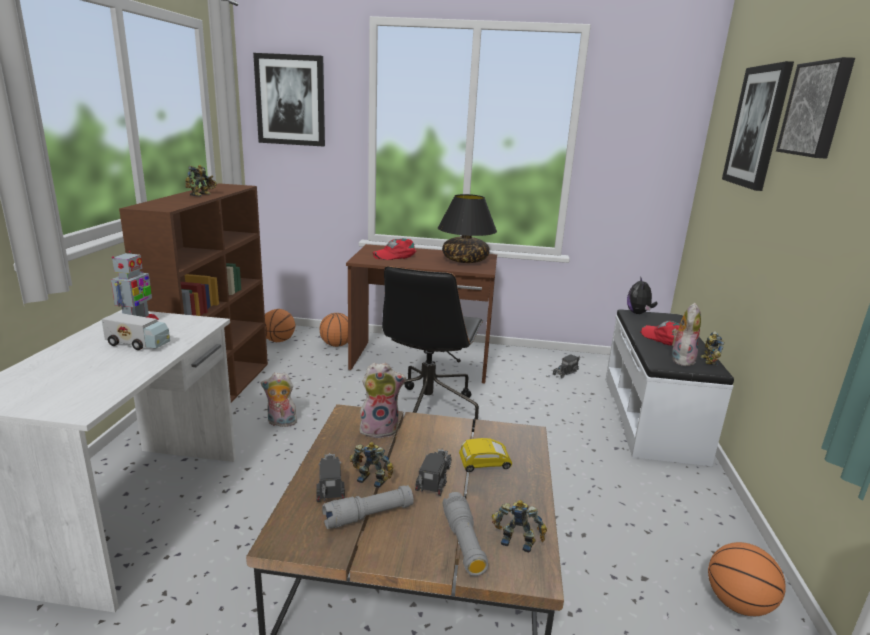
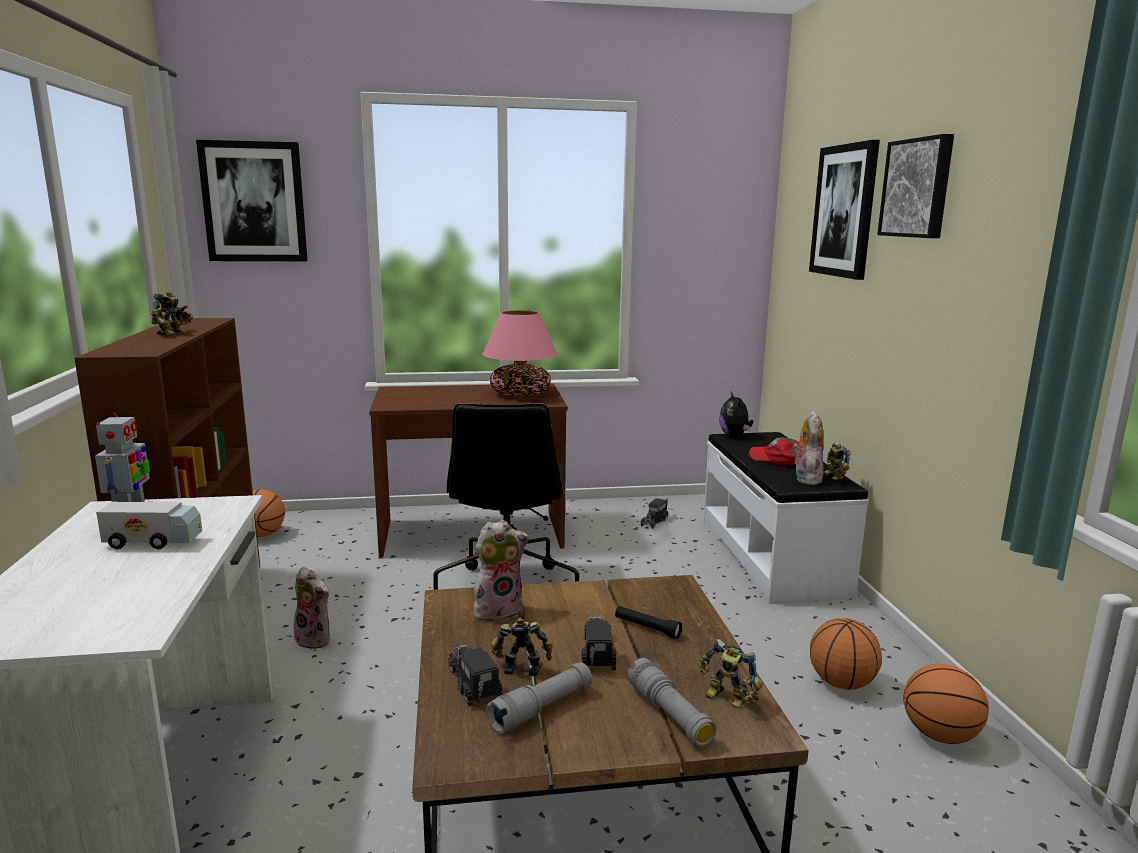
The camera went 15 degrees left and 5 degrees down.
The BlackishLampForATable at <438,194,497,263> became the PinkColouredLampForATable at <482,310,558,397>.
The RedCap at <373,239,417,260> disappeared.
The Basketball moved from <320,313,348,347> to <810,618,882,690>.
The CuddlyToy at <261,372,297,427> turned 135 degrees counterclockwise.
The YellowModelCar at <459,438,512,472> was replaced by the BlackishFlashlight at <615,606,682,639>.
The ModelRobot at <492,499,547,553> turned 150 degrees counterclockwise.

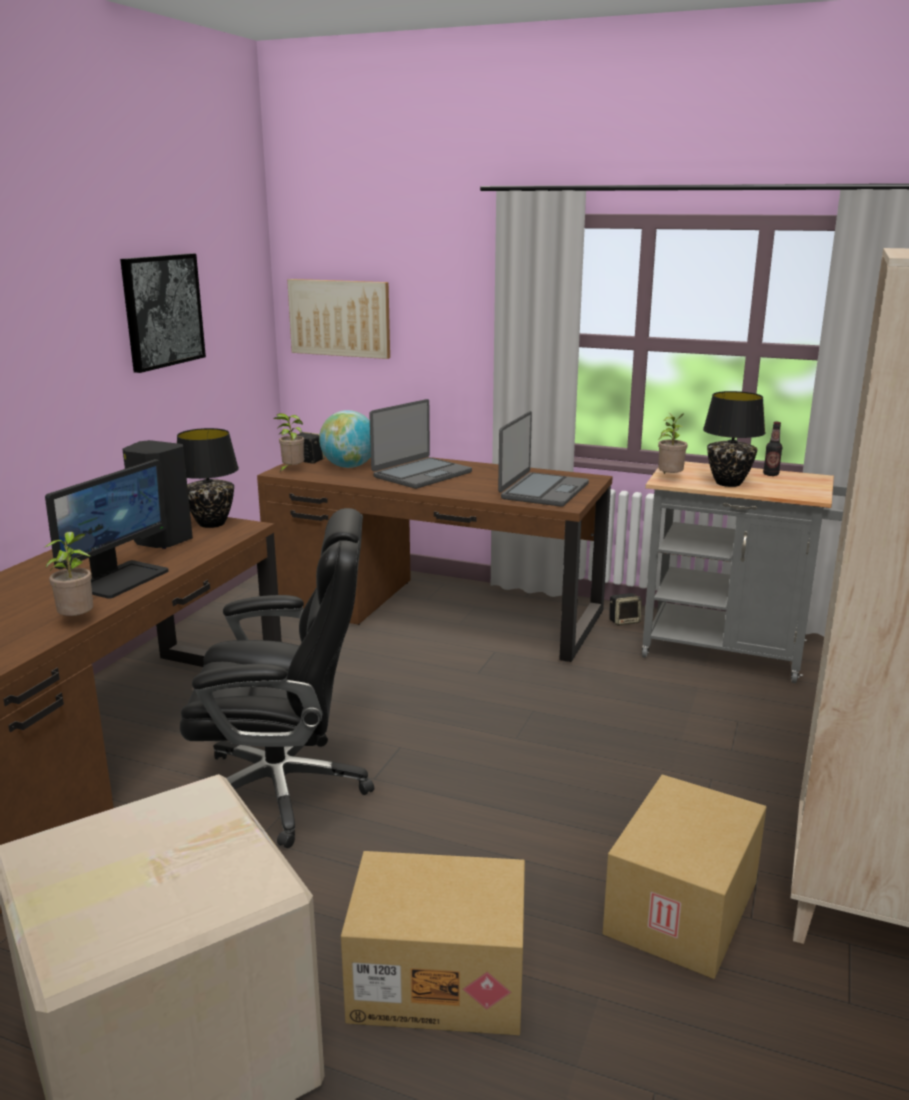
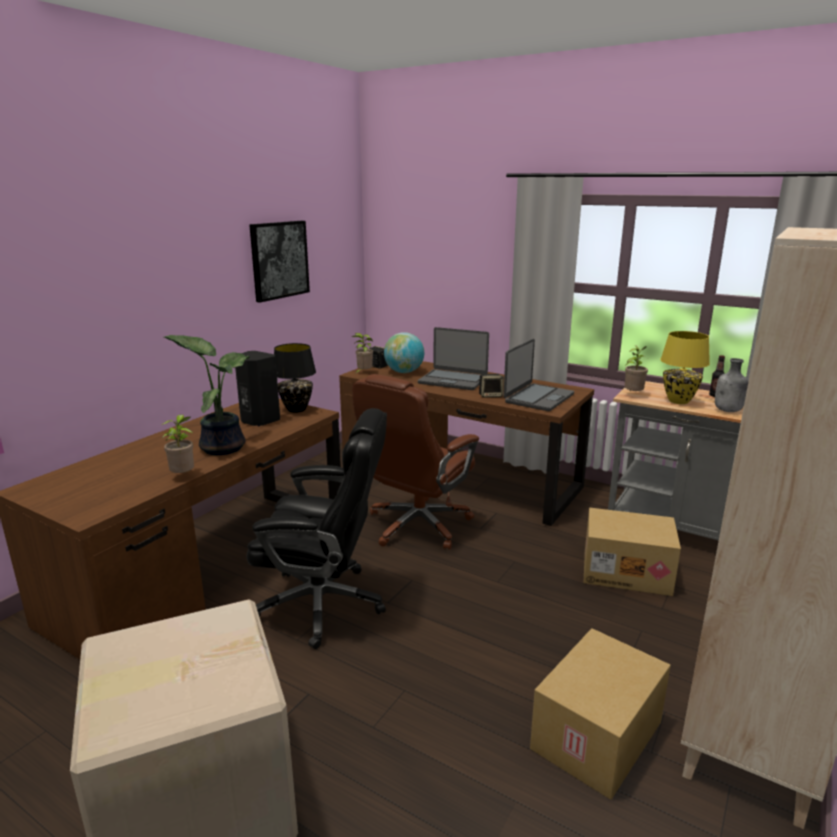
The camera went 10 degrees right and 0 degrees up.
The Picture at <287,279,390,359> disappeared.
The BlackishLampForATable at <703,391,765,487> became the YellowLampForATable at <660,331,710,404>.
The PortableComputer at <369,399,472,489> turned 60 degrees clockwise.
The Monitor at <45,459,169,599> was replaced by the Houseplant at <164,335,249,455>.
The Loudspeaker moved from <609,593,642,626> to <479,374,504,398>.
The PackingBox moved from <341,851,525,1036> to <583,508,681,596>.
The GrayDrinkBottle at <715,358,748,412> appeared.
The BrownishDeskChair at <353,374,479,550> appeared.

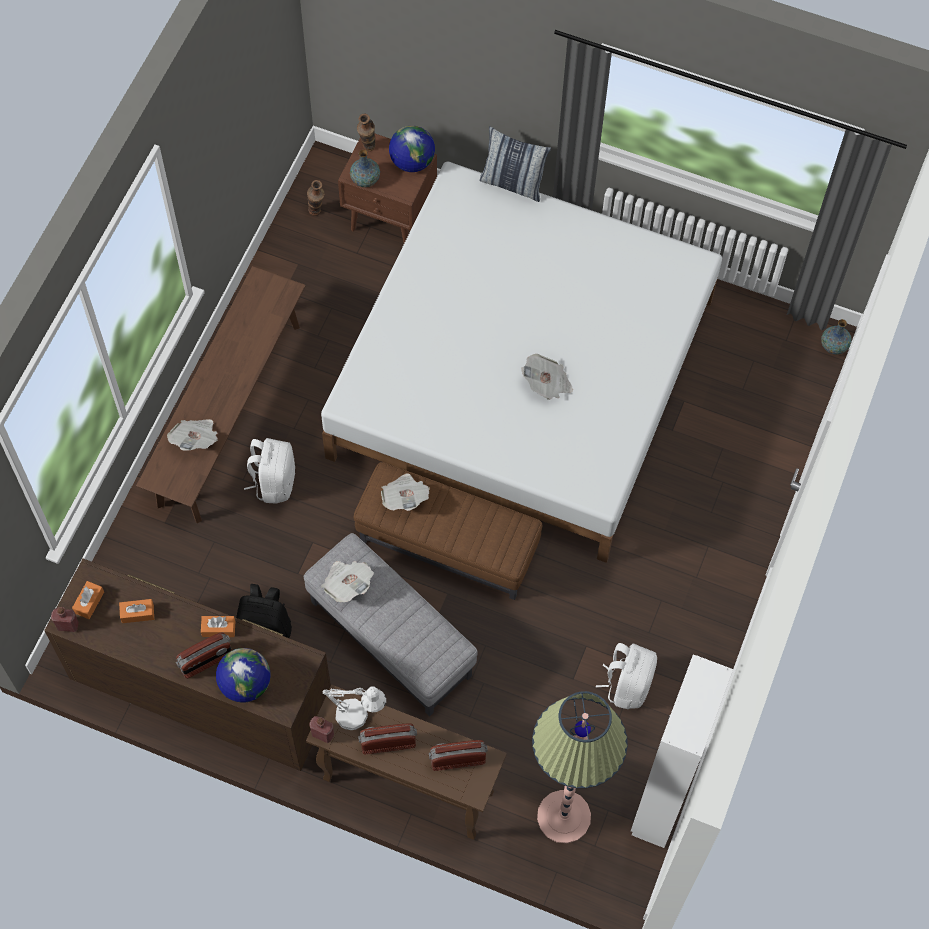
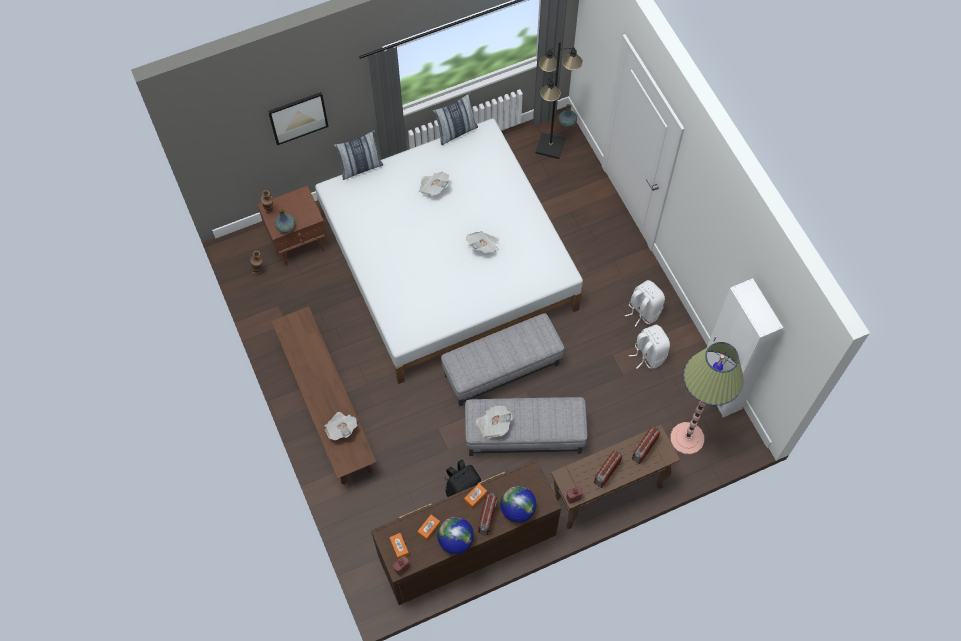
The camera went 45 degrees left and 0 degrees up.
The DeskGlobe moved from <389,126,435,172> to <437,517,474,554>.
The WhiteColouredKnapsack moved from <244,438,295,504> to <625,280,665,327>.
The BrownishPouffe at <354,462,542,600> became the GrayPouffe at <441,313,564,406>.
The PrintedPaper moved from <381,473,430,511> to <419,172,449,196>.
The WhiteColouredLampForATable at <323,687,386,730> disappeared.
The BlackishStandardLamp at <536,41,583,159> appeared.
The Picture at <268,92,329,145> appeared.
The Pillow at <432,93,478,145> appeared.

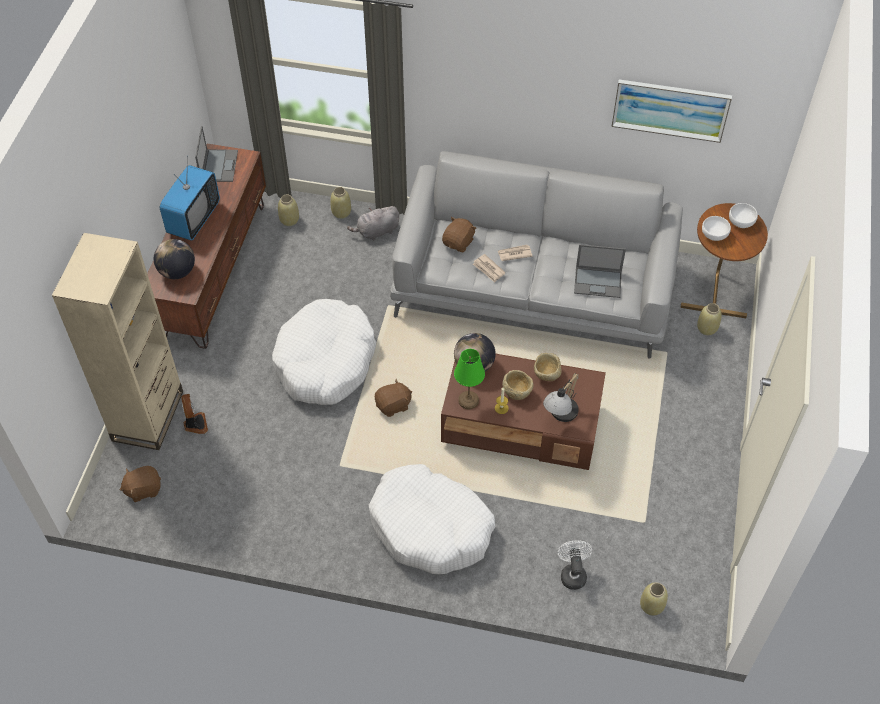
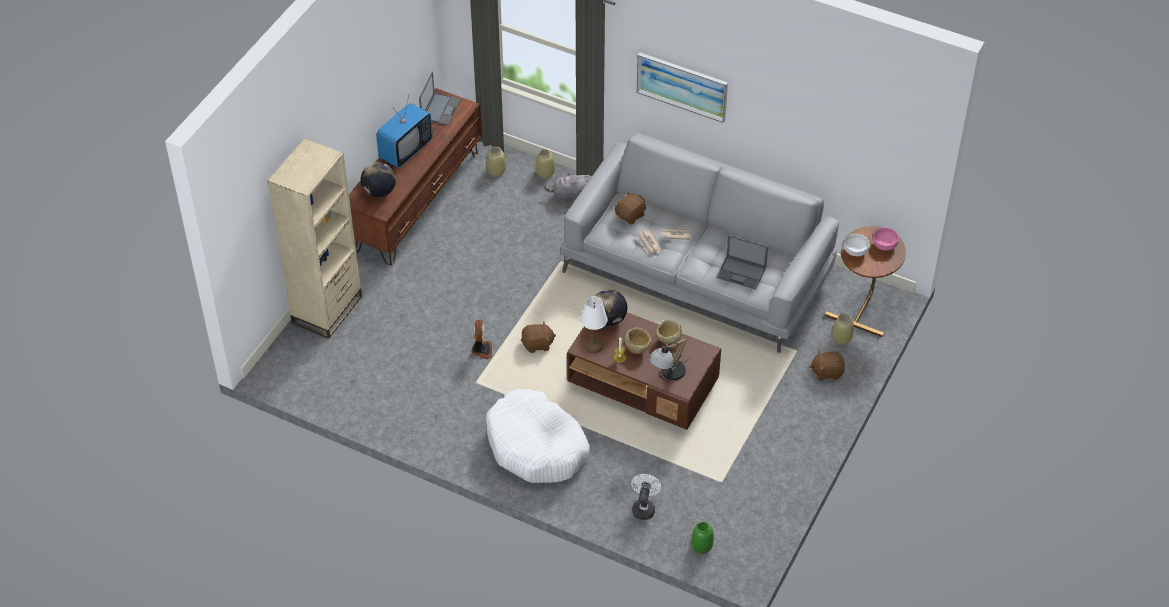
The camera went 15 degrees right and 5 degrees down.
The Picture moved from <611,79,732,143> to <637,52,728,123>.
The WhiteColouredBowl at <729,203,758,228> became the PinkColouredBowl at <873,228,899,251>.
The WhiteColouredDogCushion at <272,299,376,405> disappeared.
The GreenLampForATable at <454,349,485,409> became the WhiteColouredLampForATable at <581,296,608,353>.
The CoolingFan moved from <181,394,208,434> to <472,320,492,359>.
The BrownishCuddlyToy moved from <120,466,161,502> to <809,350,845,380>.
The SandColouredFlowerVase at <640,583,668,616> became the GreenFlowerVase at <691,522,714,554>.

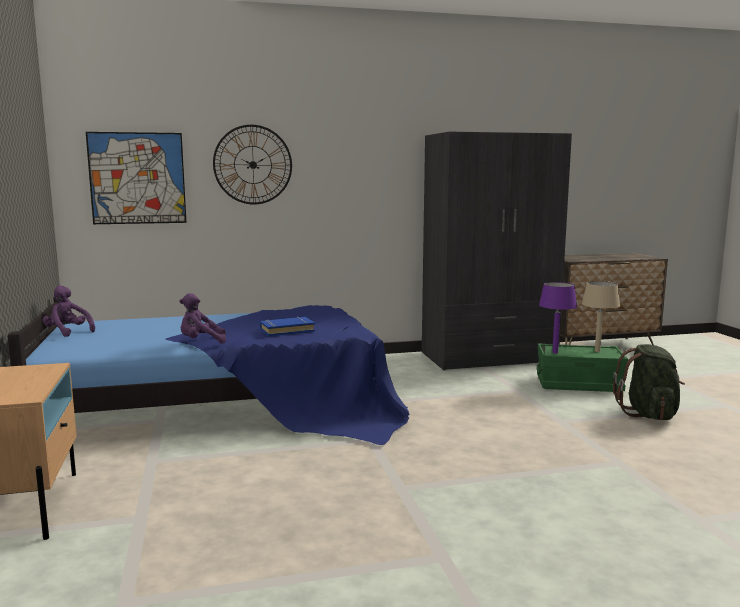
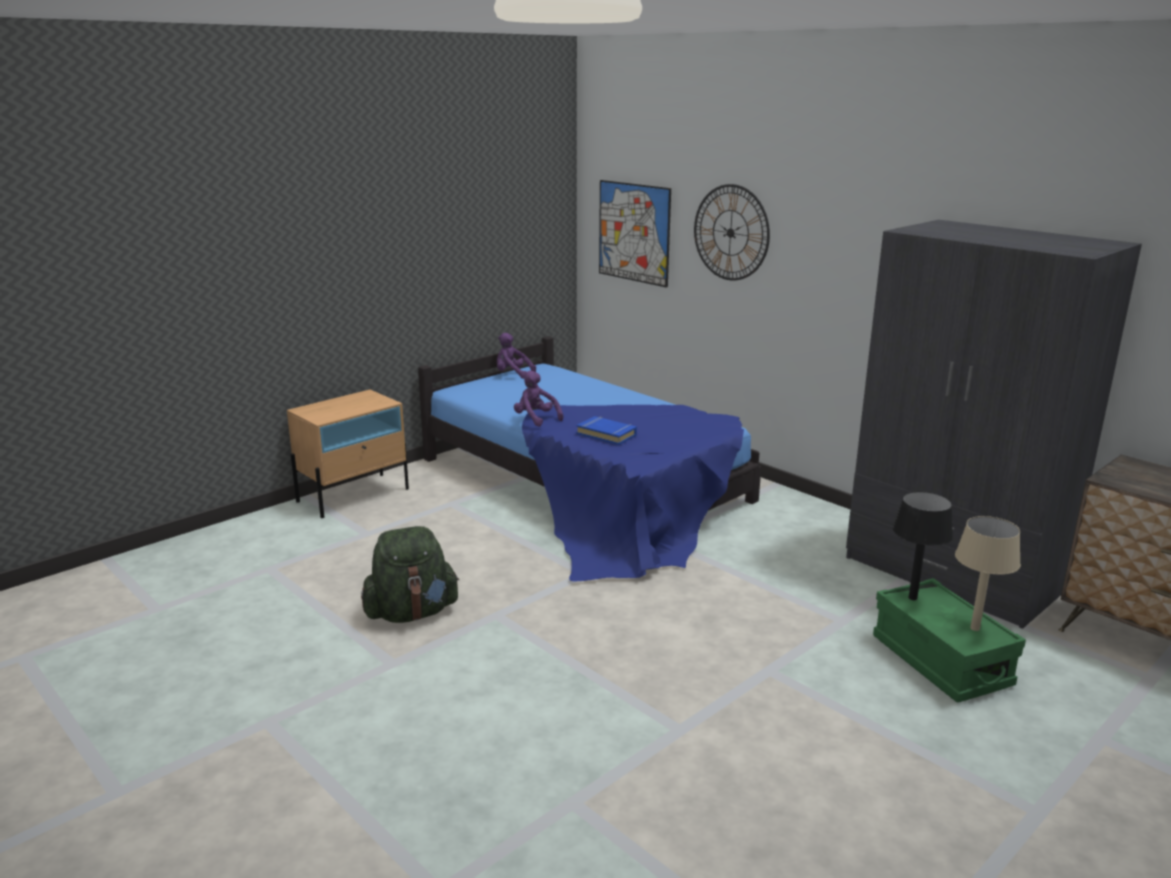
The camera went 60 degrees right and 10 degrees up.
The PurpleLampForATable at <539,282,577,353> became the BlackishLampForATable at <893,491,953,600>.
The PurpleCuddlyToy at <43,286,95,337> turned 75 degrees counterclockwise.
The GreenKnapsack moved from <613,344,685,420> to <361,526,460,623>.

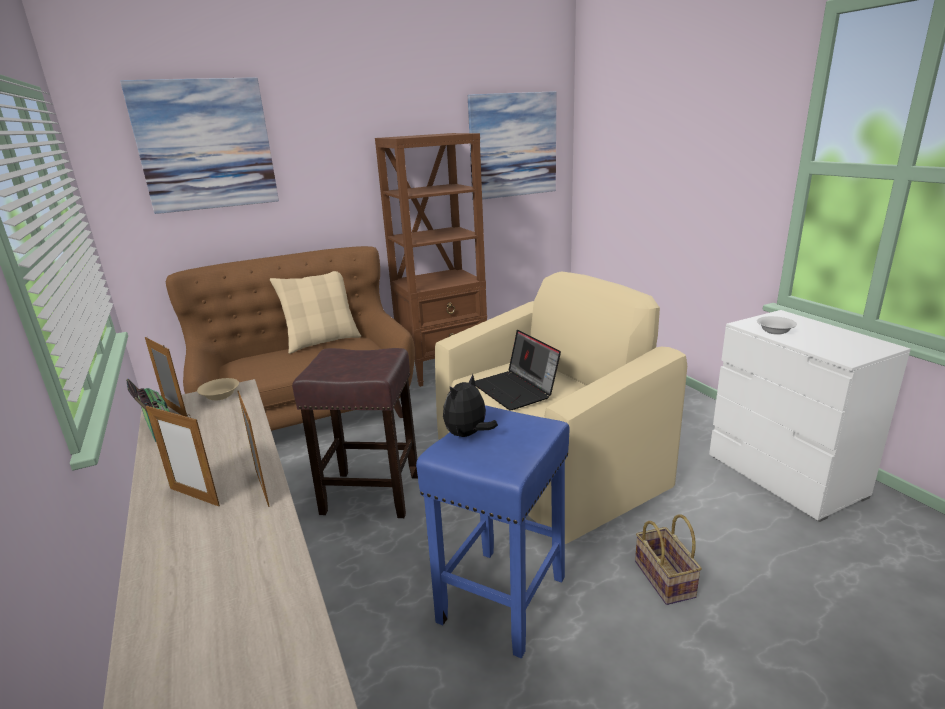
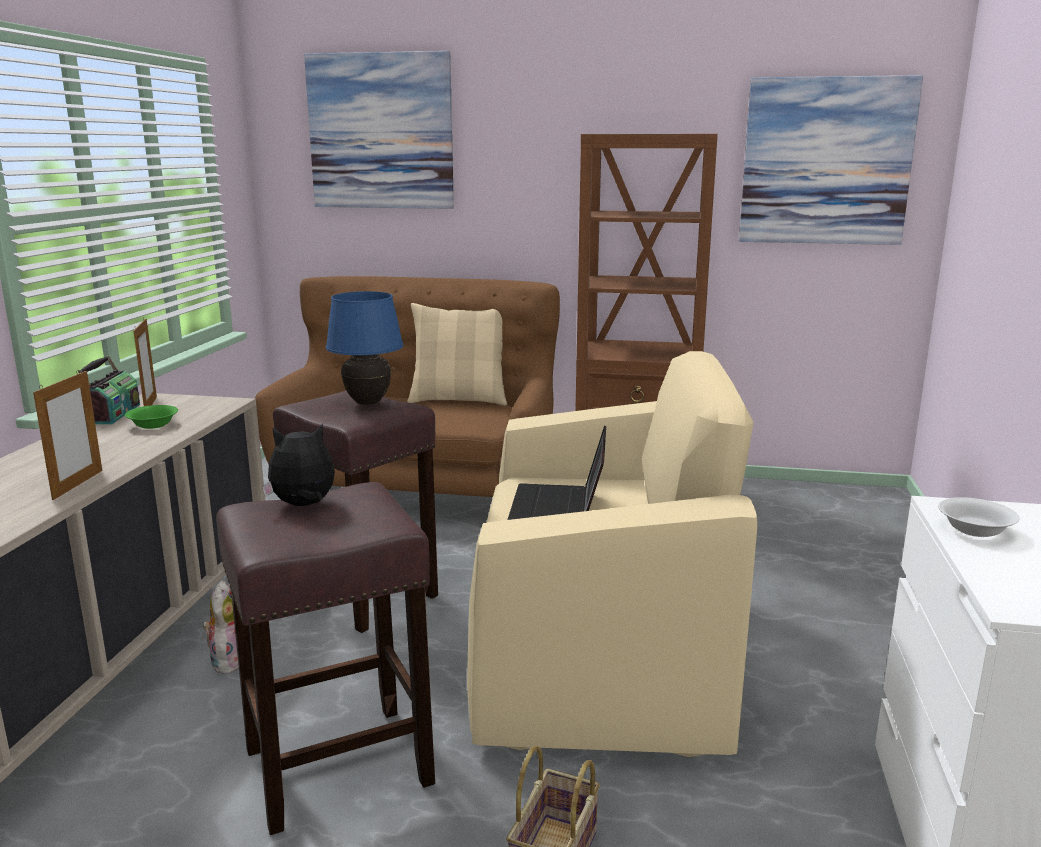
The camera went 35 degrees right and 5 degrees down.
The SandColouredBowl at <197,378,239,401> disappeared.
The PictureFrame at <146,404,220,506> disappeared.
The BlueSittingStool at <416,405,570,658> became the BrownishSittingStool at <216,482,435,835>.
The BlueLampForATable at <326,291,403,405> appeared.
The GreenBowl at <125,405,178,429> appeared.
The CuddlyToy at <203,580,239,674> appeared.

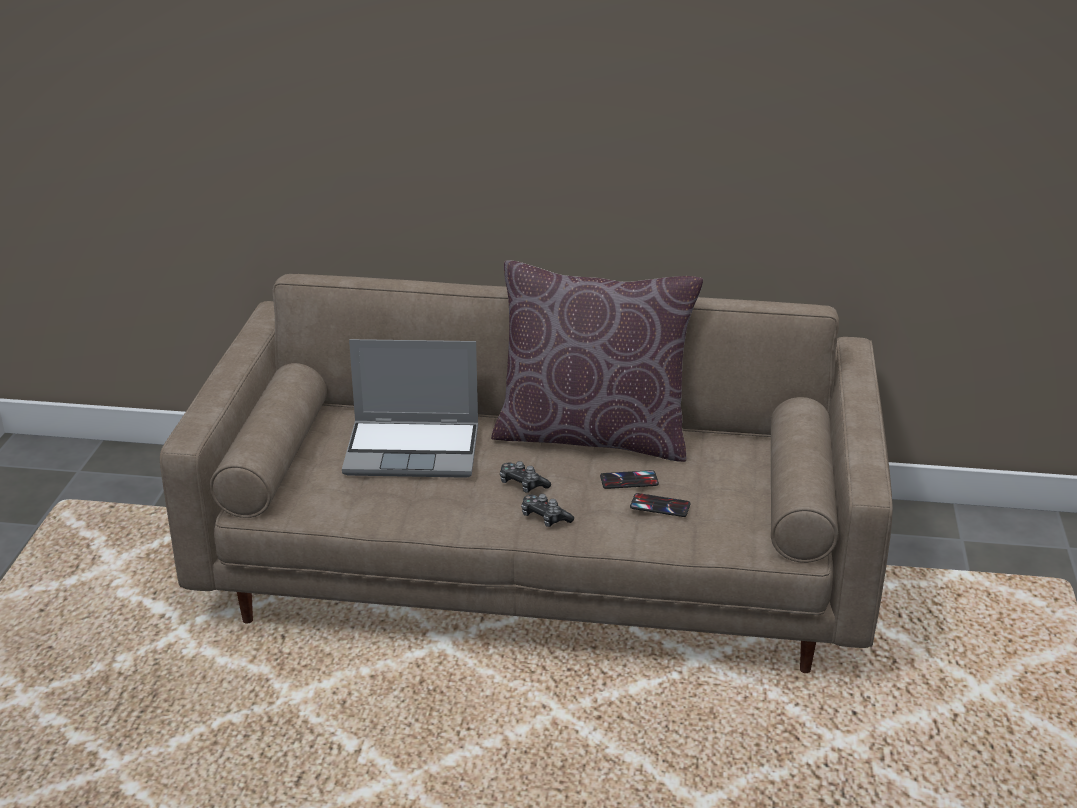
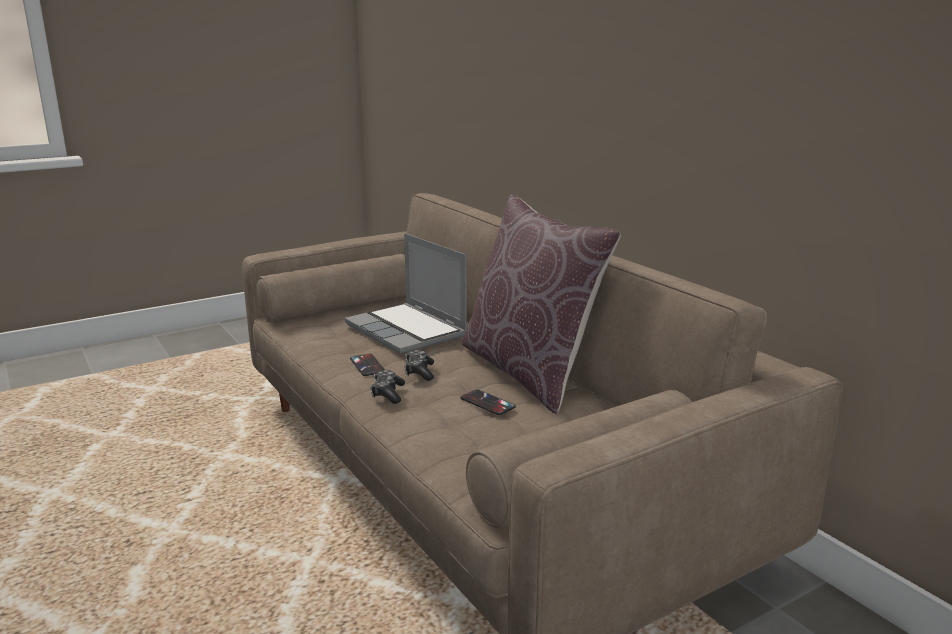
The camera went 50 degrees right and 10 degrees down.
The Phone moved from <630,493,691,517> to <350,354,385,376>.

